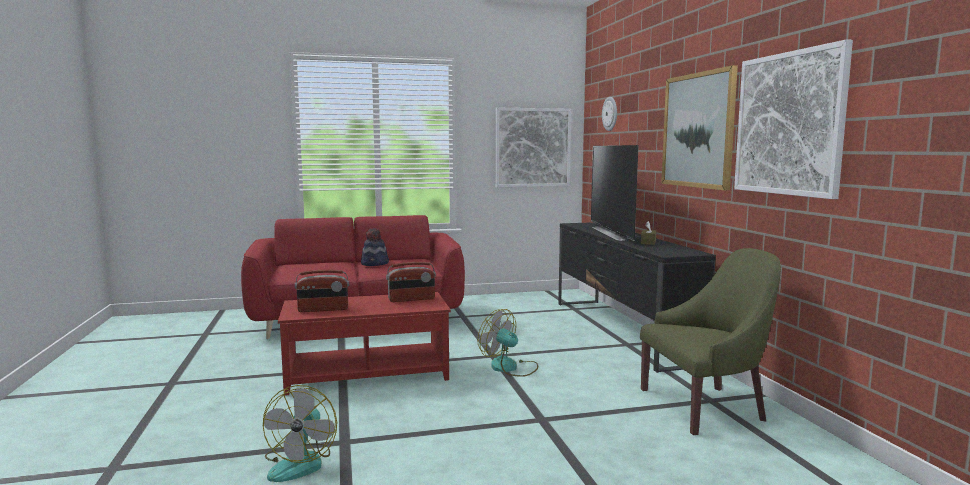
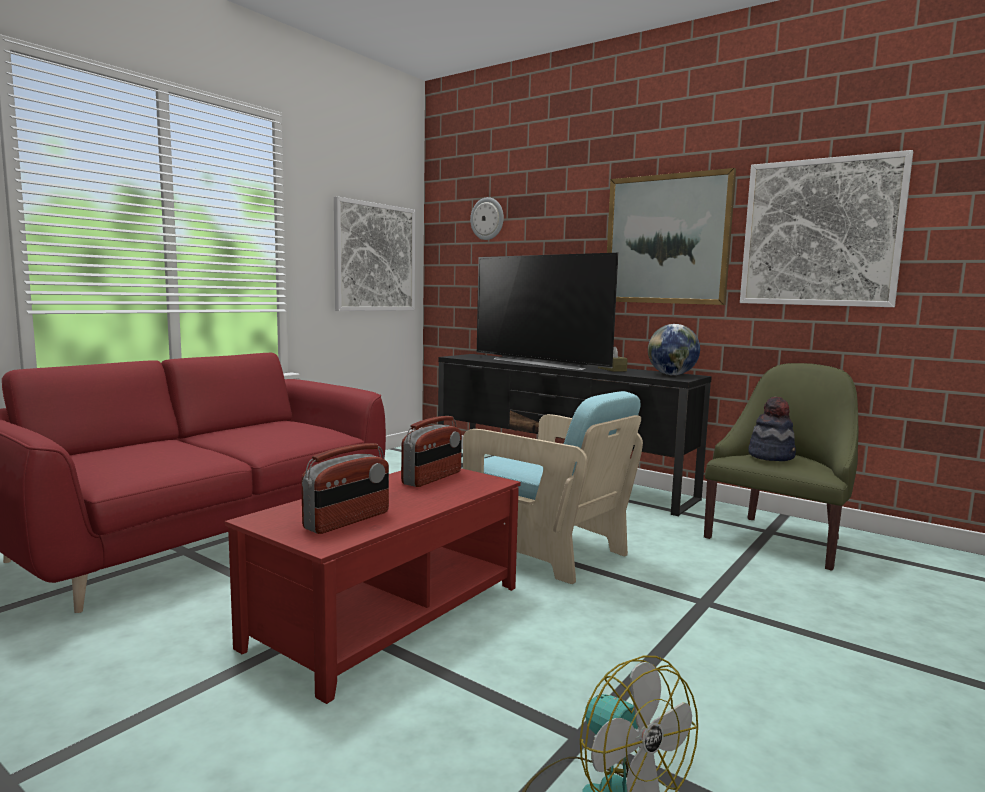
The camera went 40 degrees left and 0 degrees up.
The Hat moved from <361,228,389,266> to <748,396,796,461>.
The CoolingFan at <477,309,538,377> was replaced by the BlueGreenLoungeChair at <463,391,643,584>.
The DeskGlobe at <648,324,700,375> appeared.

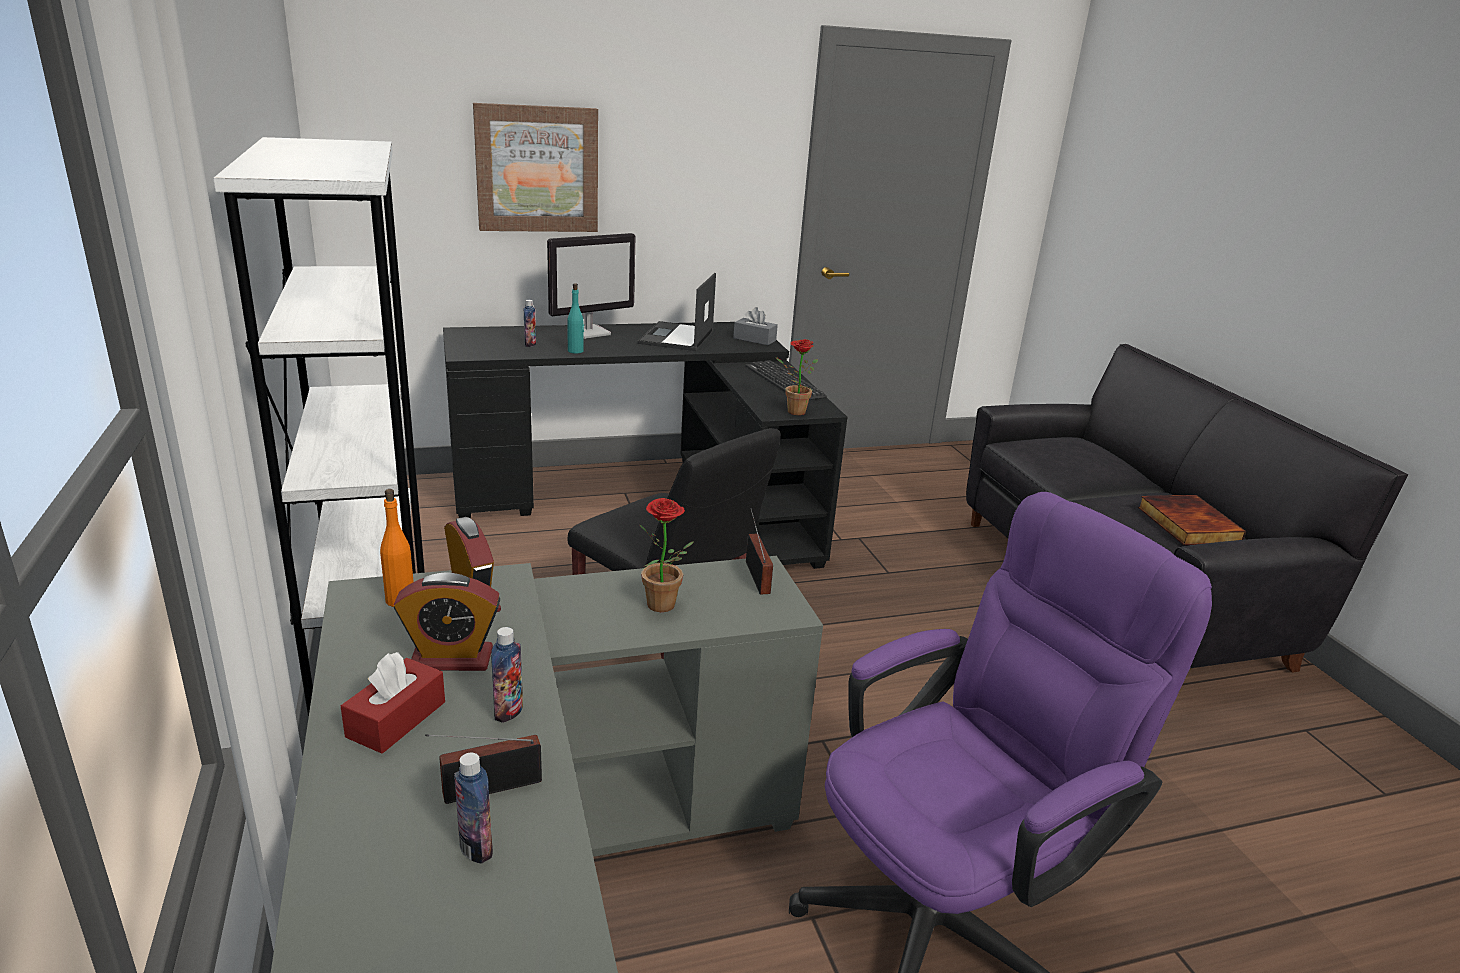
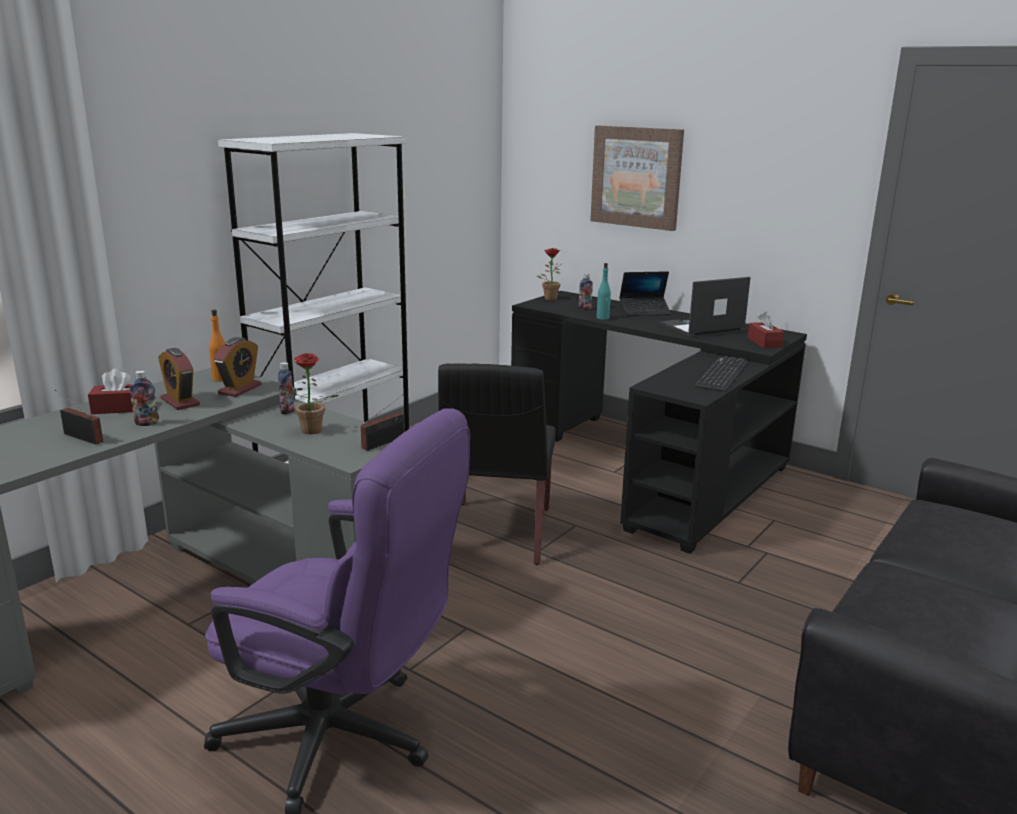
The camera went 55 degrees right and 5 degrees down.
The Monitor at <547,233,636,339> was replaced by the PortableComputer at <619,271,671,316>.
The GrayTissueBox at <733,307,778,345> became the RedTissueBox at <748,312,784,348>.
The Houseplant moved from <776,339,818,415> to <537,248,563,300>.
The Volume at <1138,495,1246,545> disappeared.
The DrinkBottle moved from <454,753,493,863> to <278,362,294,414>.

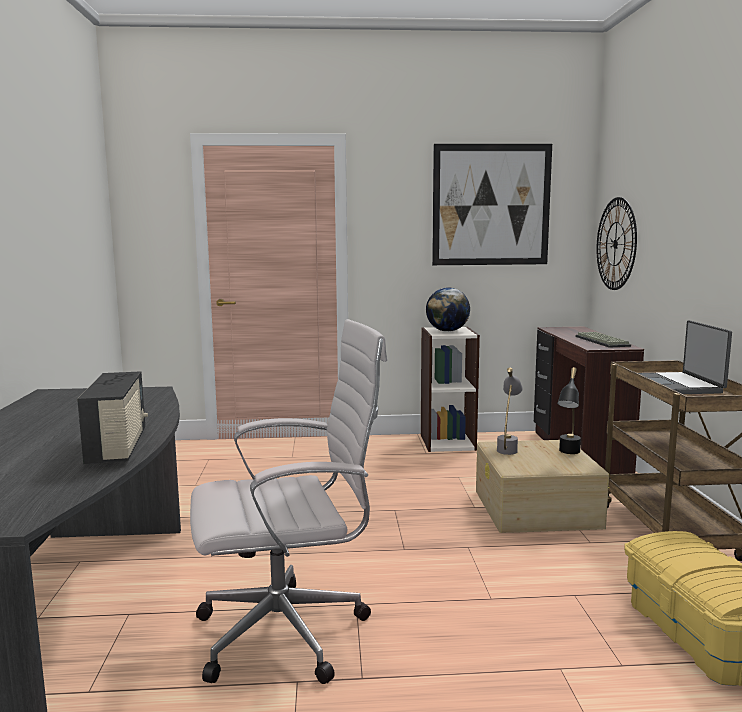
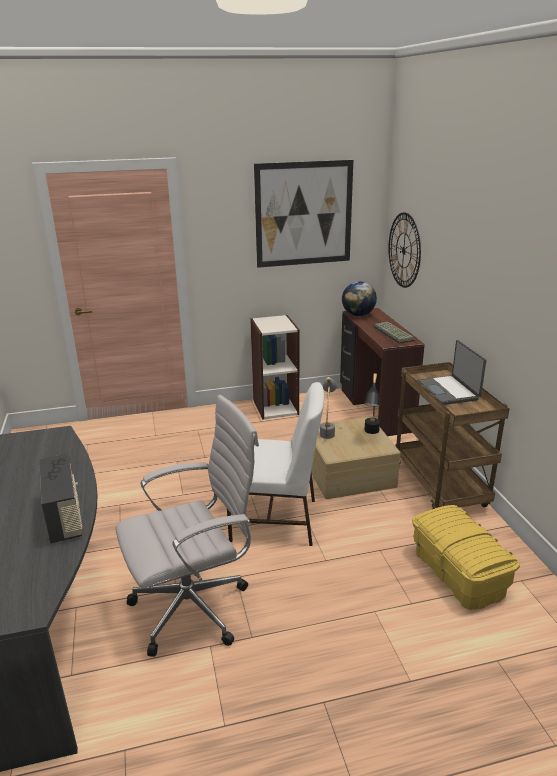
The camera went 10 degrees left and 15 degrees up.
The DeskGlobe moved from <426,287,470,332> to <342,281,377,316>.
The WhiteColouredChair at <227,382,324,546> appeared.

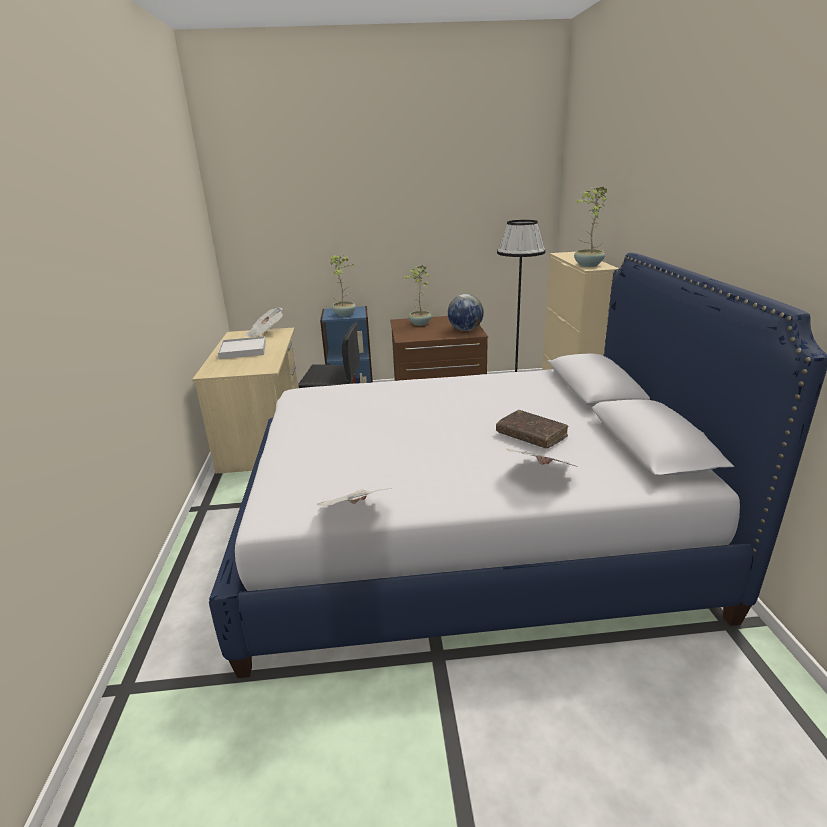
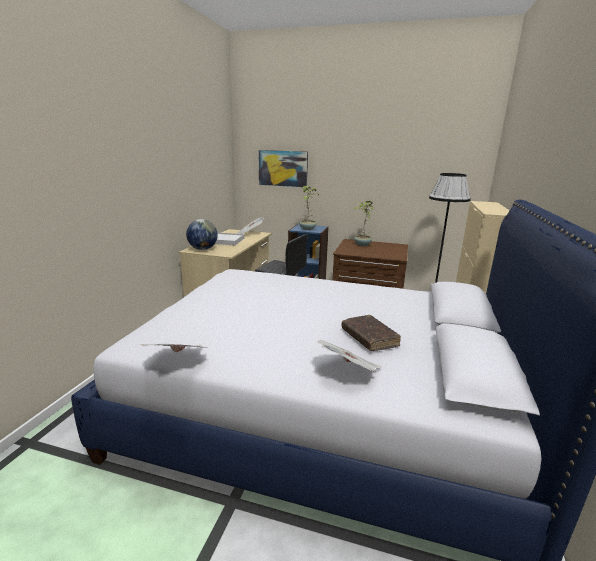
The camera went 20 degrees right and 5 degrees down.
The Houseplant at <574,187,607,267> disappeared.
The DeskGlobe moved from <448,294,484,331> to <186,219,218,250>.
The Picture at <258,150,308,187> appeared.

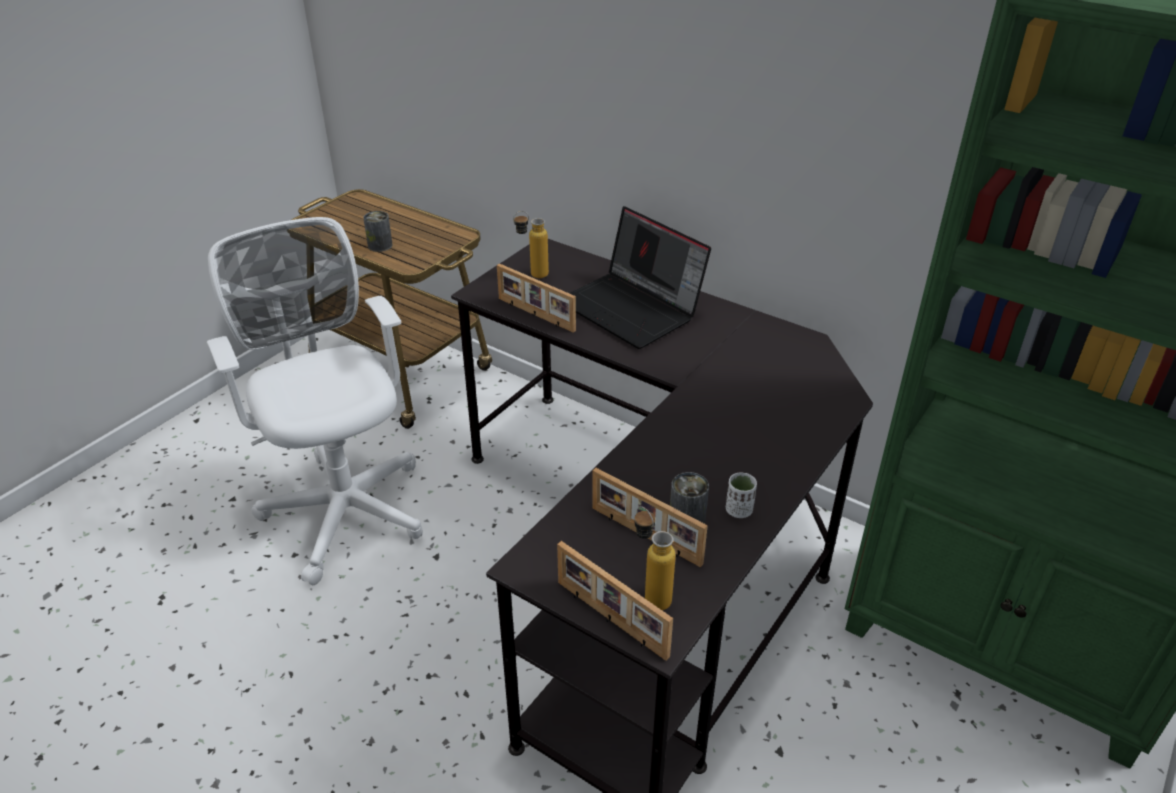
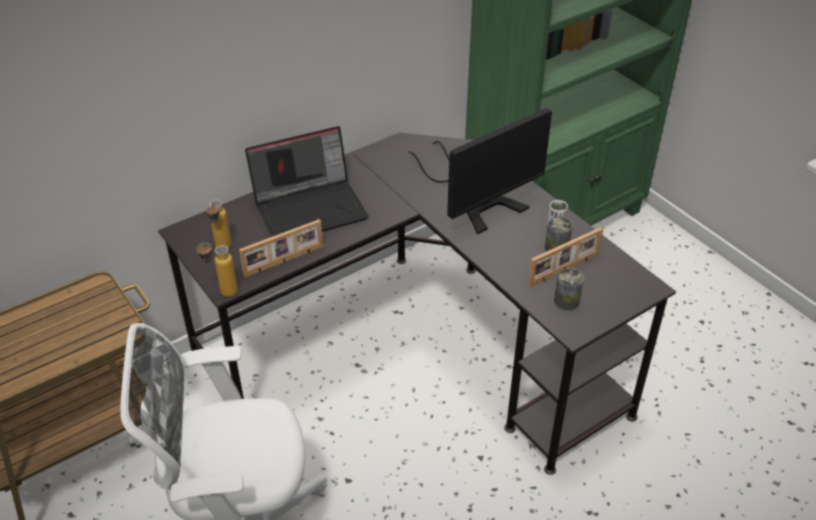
The camera went 70 degrees left and 5 degrees up.
The SealedCan moved from <363,211,393,252> to <554,268,584,311>.
The DrinkBottle moved from <634,506,676,611> to <196,243,238,297>.
The PictureFrame at <557,541,673,661> disappeared.
The Monitor at <408,108,552,234> appeared.

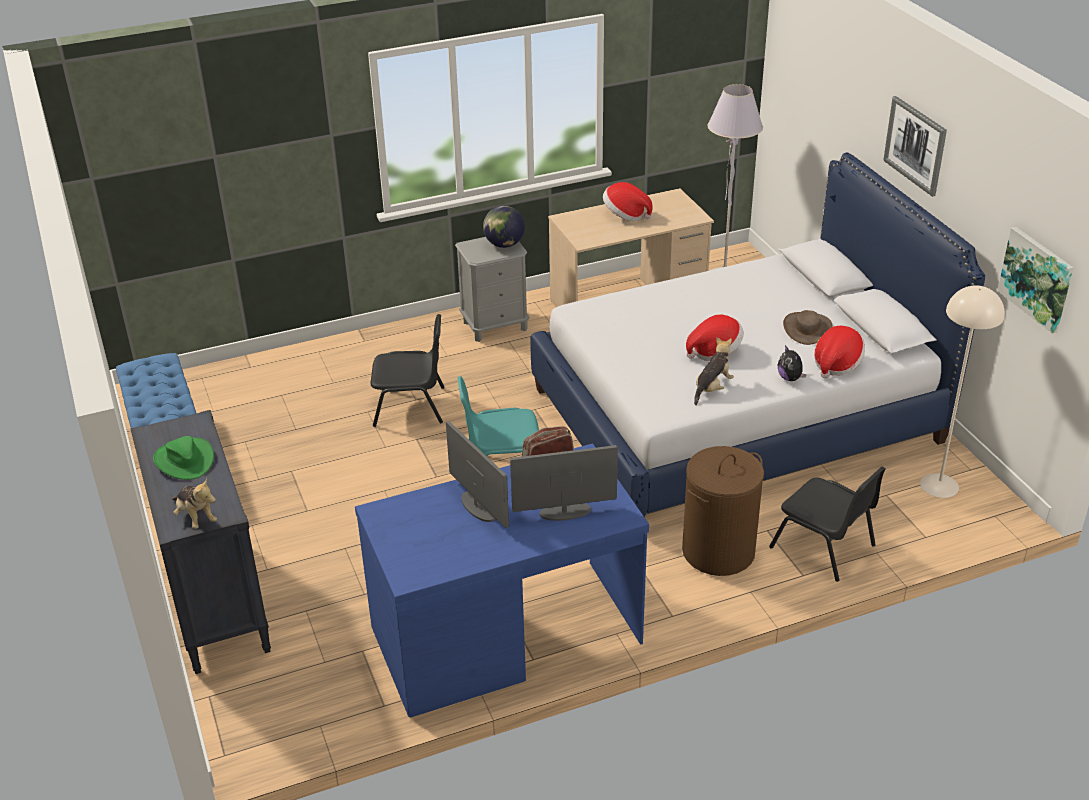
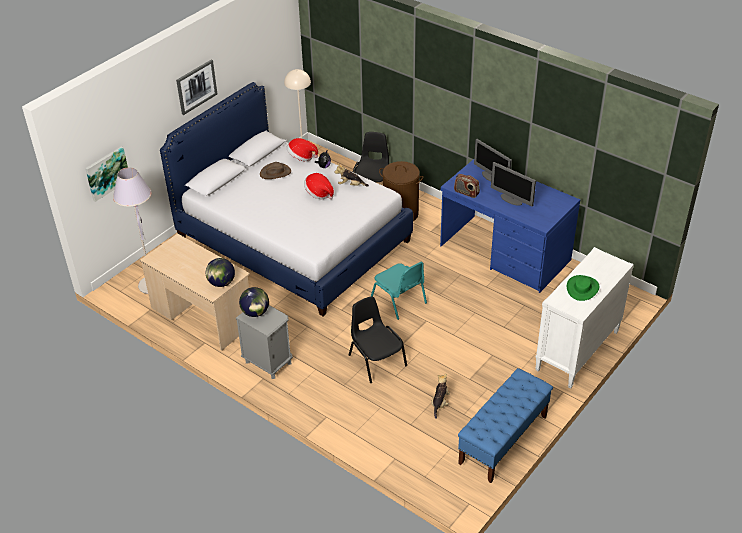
The camera went 120 degrees left and 5 degrees up.
The Hat at <603,182,653,221> disappeared.
The Picture moved from <997,227,1074,334> to <85,146,128,202>.
The BlackishDresser at <131,410,271,674> became the WhiteColouredDresser at <535,247,634,389>.
The Monitor at <446,421,509,528> turned 75 degrees counterclockwise.
The CuddlyToy moved from <172,478,217,529> to <431,373,450,419>.
The DeskGlobe at <206,258,235,287> appeared.

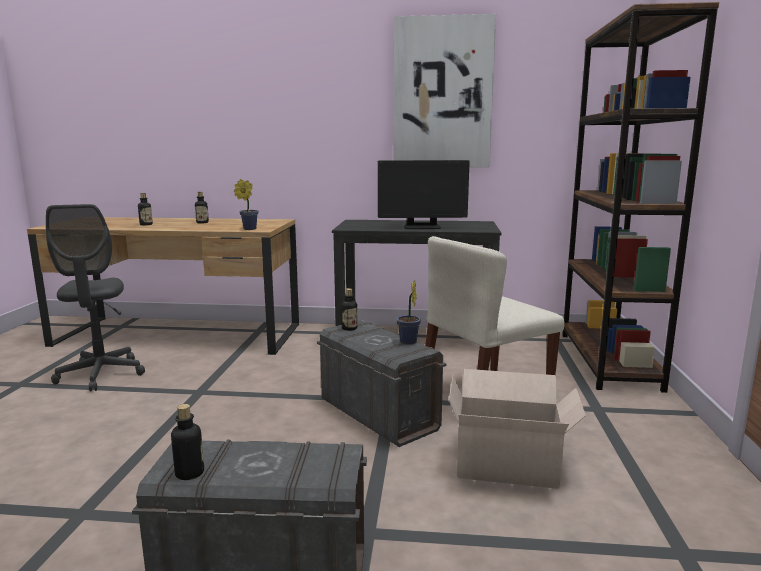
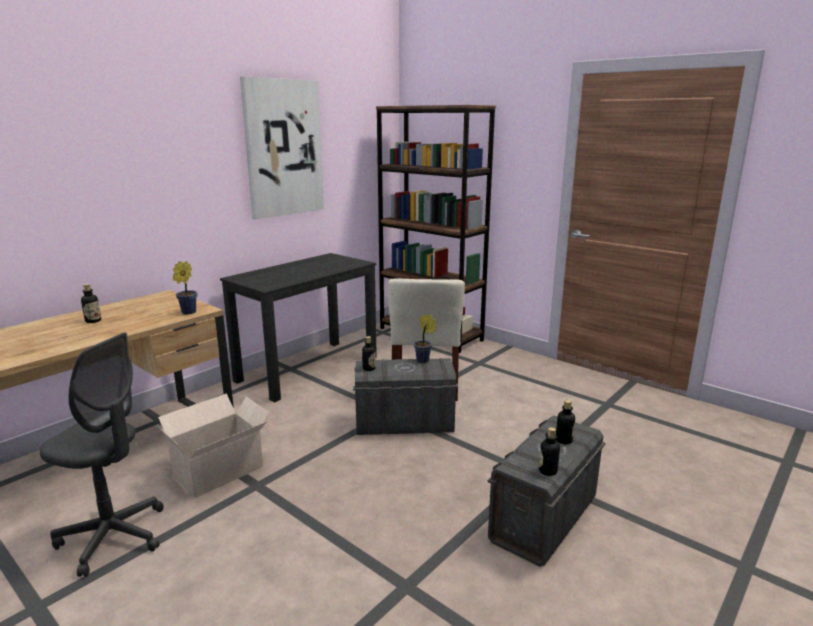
The camera went 55 degrees left and 5 degrees up.
The Monitor at <378,160,470,229> disappeared.
The DrinkBottle moved from <138,193,153,225> to <556,400,575,444>.
The PackingBox moved from <449,369,586,489> to <157,393,269,498>.

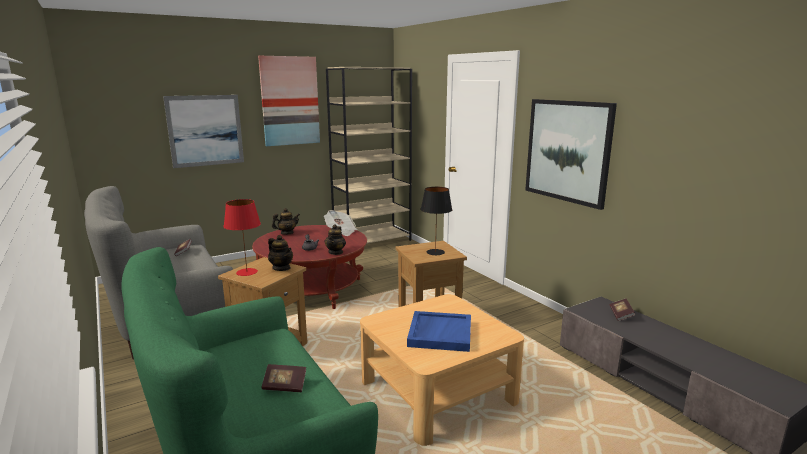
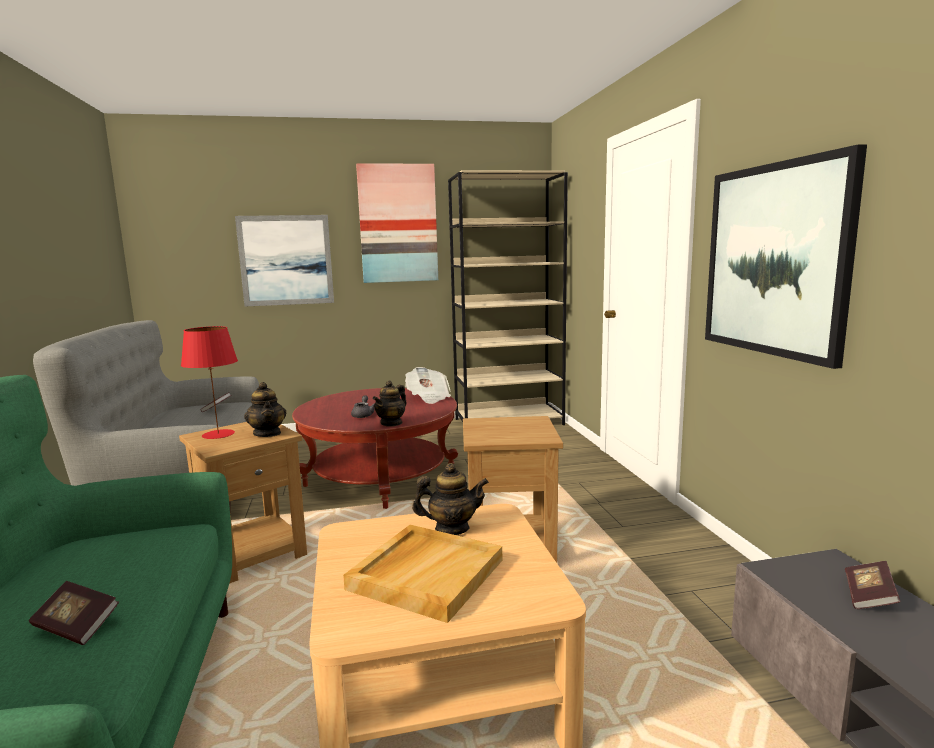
The camera went 20 degrees right and 5 degrees down.
The BlackishLampForATable at <421,187,452,255> disappeared.
The Teapot moved from <272,208,300,235> to <412,463,489,535>.
The BlueServingTray at <407,311,471,352> became the SandColouredServingTray at <343,525,502,623>.

